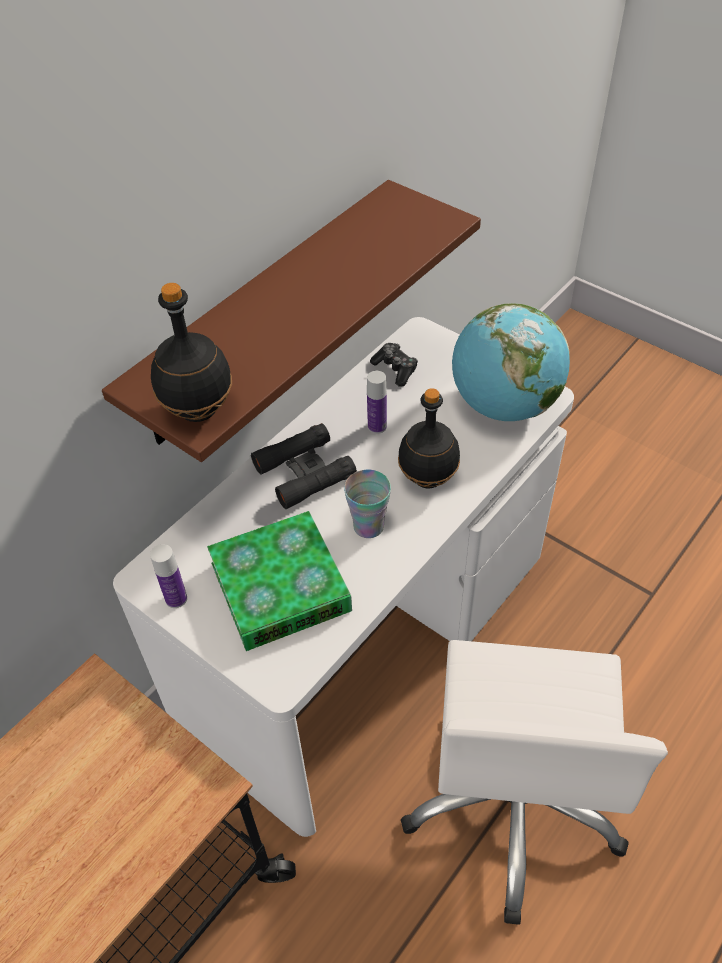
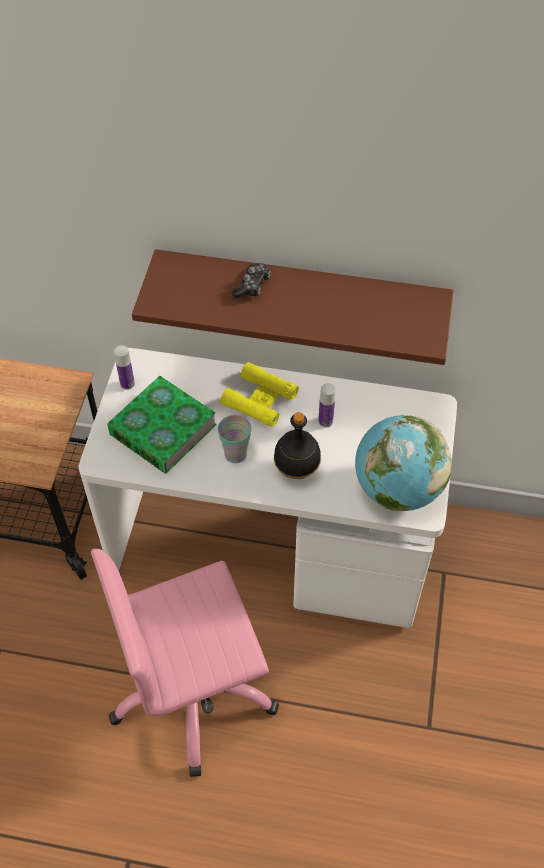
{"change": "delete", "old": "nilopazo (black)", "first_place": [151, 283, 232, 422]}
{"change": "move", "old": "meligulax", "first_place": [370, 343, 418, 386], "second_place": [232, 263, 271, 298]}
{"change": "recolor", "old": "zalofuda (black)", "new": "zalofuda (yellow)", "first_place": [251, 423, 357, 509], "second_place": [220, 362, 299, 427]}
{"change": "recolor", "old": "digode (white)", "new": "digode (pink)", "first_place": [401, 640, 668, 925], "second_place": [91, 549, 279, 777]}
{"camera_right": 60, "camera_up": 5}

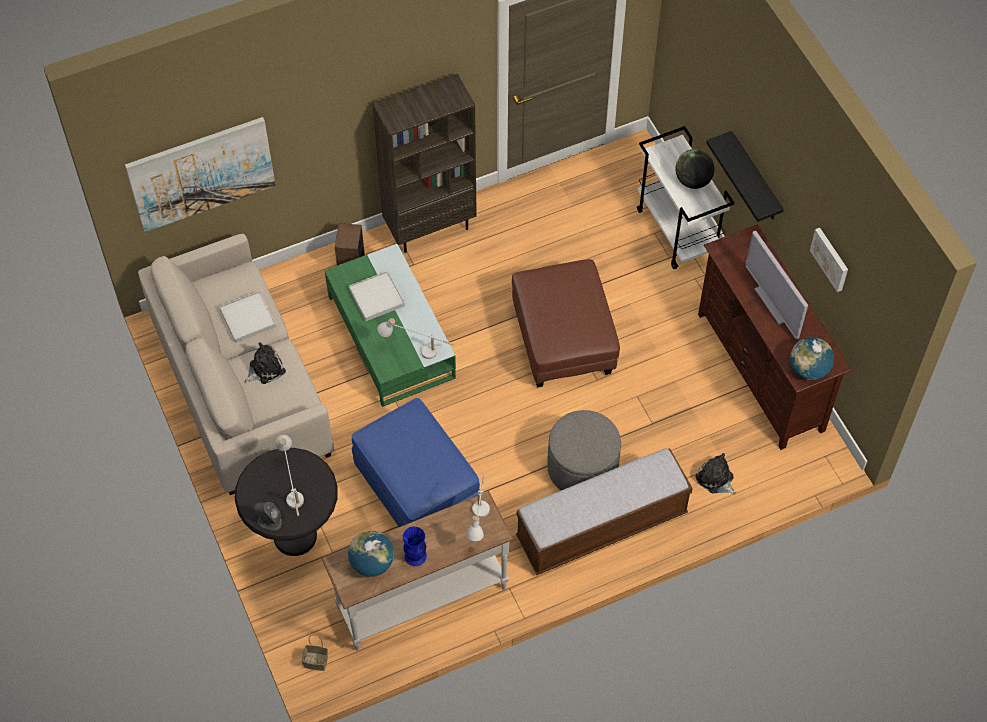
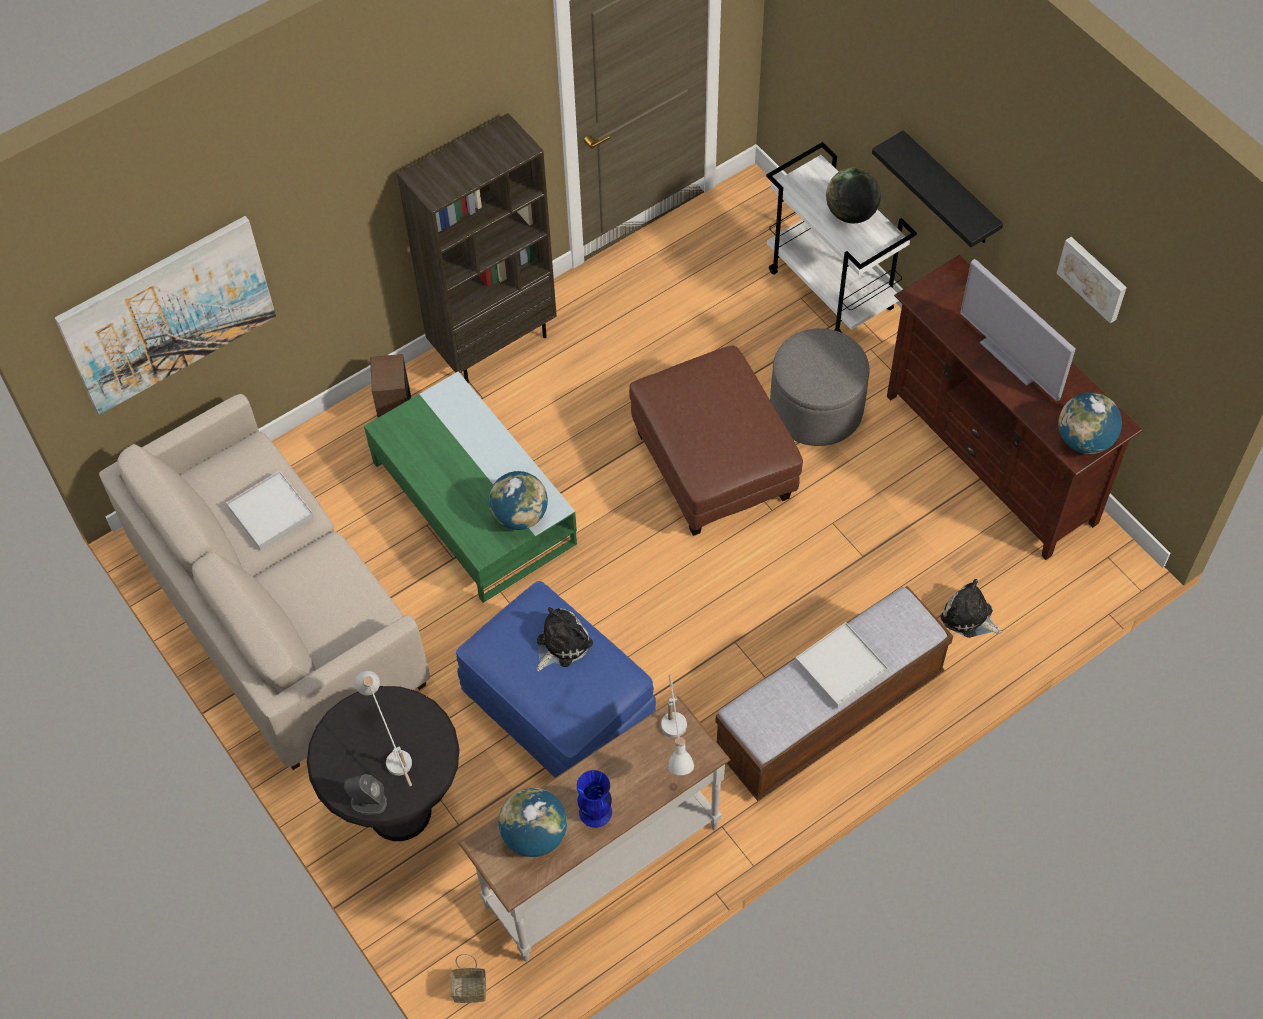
{"change": "move", "old": "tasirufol", "first_place": [245, 342, 286, 384], "second_place": [537, 607, 593, 671]}
{"change": "move", "old": "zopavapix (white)", "first_place": [349, 271, 405, 321], "second_place": [795, 622, 889, 709]}
{"change": "move", "old": "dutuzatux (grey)", "first_place": [547, 410, 621, 490], "second_place": [770, 328, 870, 446]}
{"change": "replace", "old": "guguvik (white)", "new": "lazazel", "first_place": [377, 318, 454, 359], "second_place": [489, 471, 548, 530]}
{"camera_right": -10, "camera_up": 0}

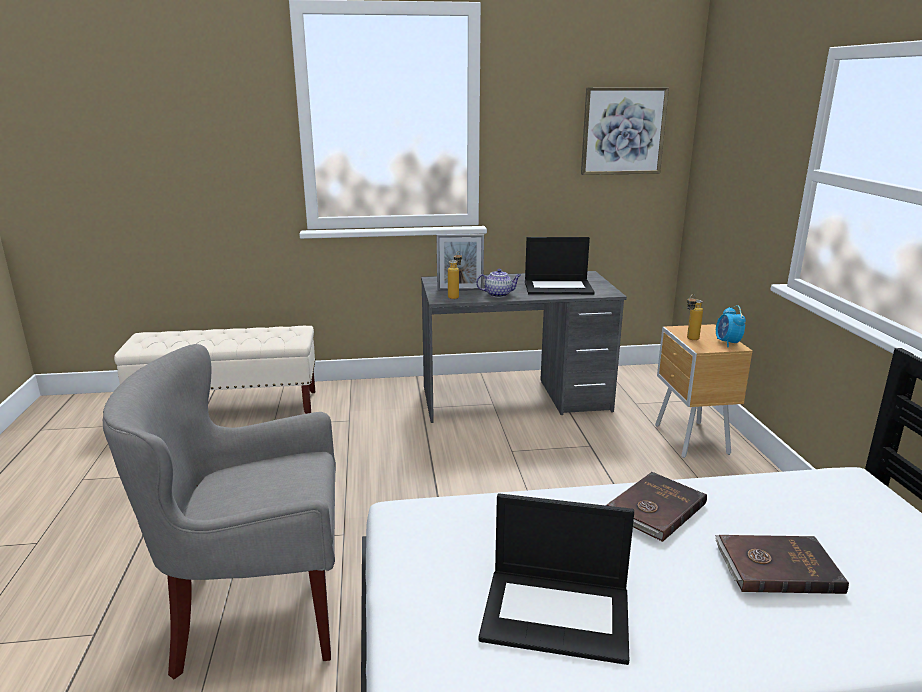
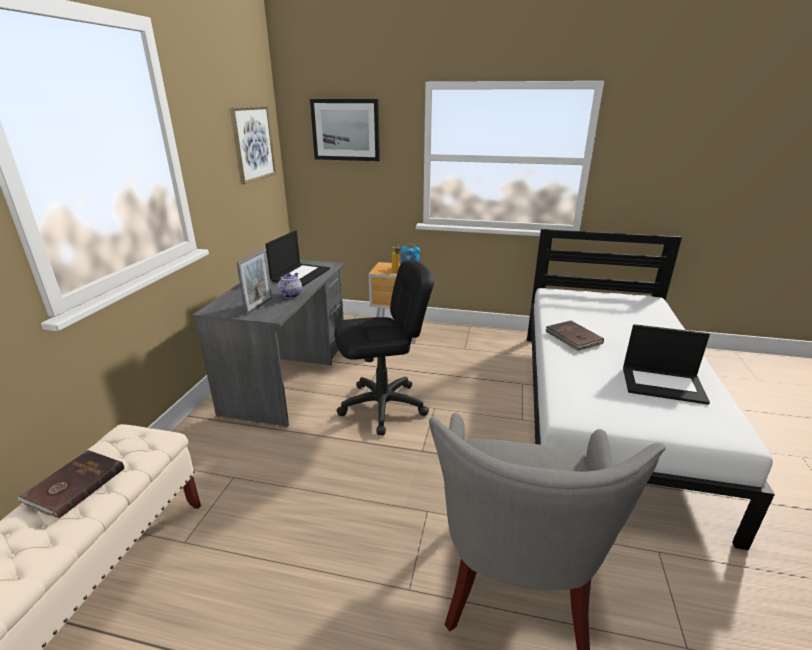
{"change": "delete", "old": "nilopazo", "first_place": [448, 251, 462, 299]}
{"change": "insert", "new": "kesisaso", "second_place": [310, 99, 380, 161]}
{"change": "insert", "new": "digode (black)", "second_place": [334, 260, 434, 435]}
{"change": "move", "old": "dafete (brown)", "first_place": [715, 535, 849, 594], "second_place": [17, 450, 124, 519]}
{"change": "rotate", "old": "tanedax", "first_place": [479, 493, 634, 665], "second_place": [623, 324, 710, 405], "degrees": 75}
{"camera_right": -70, "camera_up": 5}

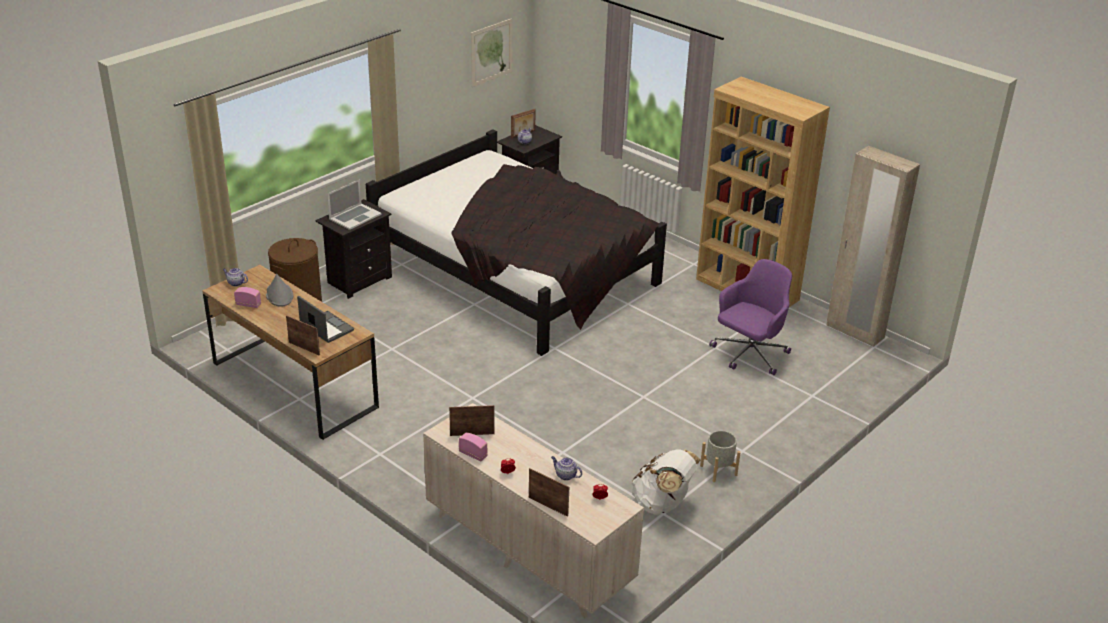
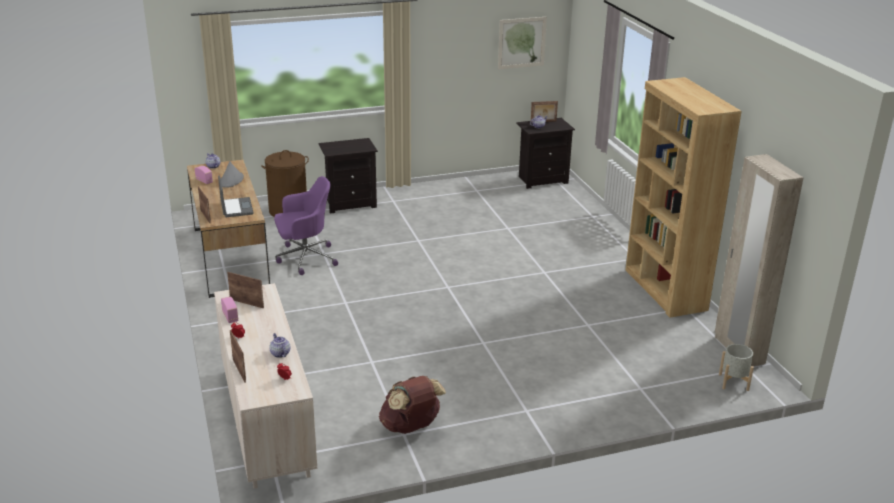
{"change": "delete", "old": "tanedax", "first_place": [327, 179, 382, 230]}
{"change": "delete", "old": "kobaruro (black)", "first_place": [366, 129, 667, 356]}
{"change": "move", "old": "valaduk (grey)", "first_place": [700, 430, 741, 482], "second_place": [719, 344, 754, 391]}
{"change": "move", "old": "digode (purple)", "first_place": [709, 259, 792, 375], "second_place": [274, 176, 338, 275]}
{"change": "recolor", "old": "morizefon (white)", "new": "morizefon (brown)", "first_place": [631, 449, 700, 515], "second_place": [379, 376, 446, 434]}
{"camera_right": 30, "camera_up": -5}

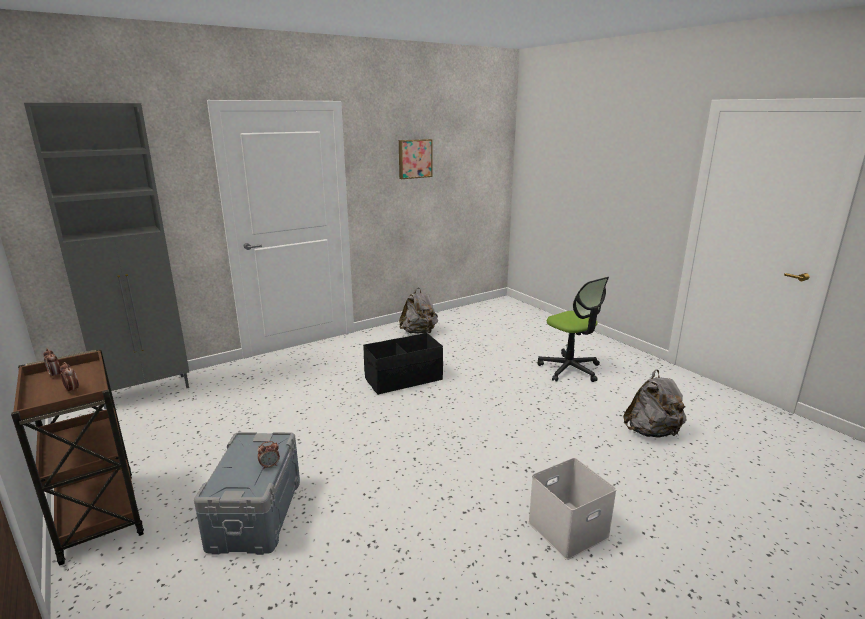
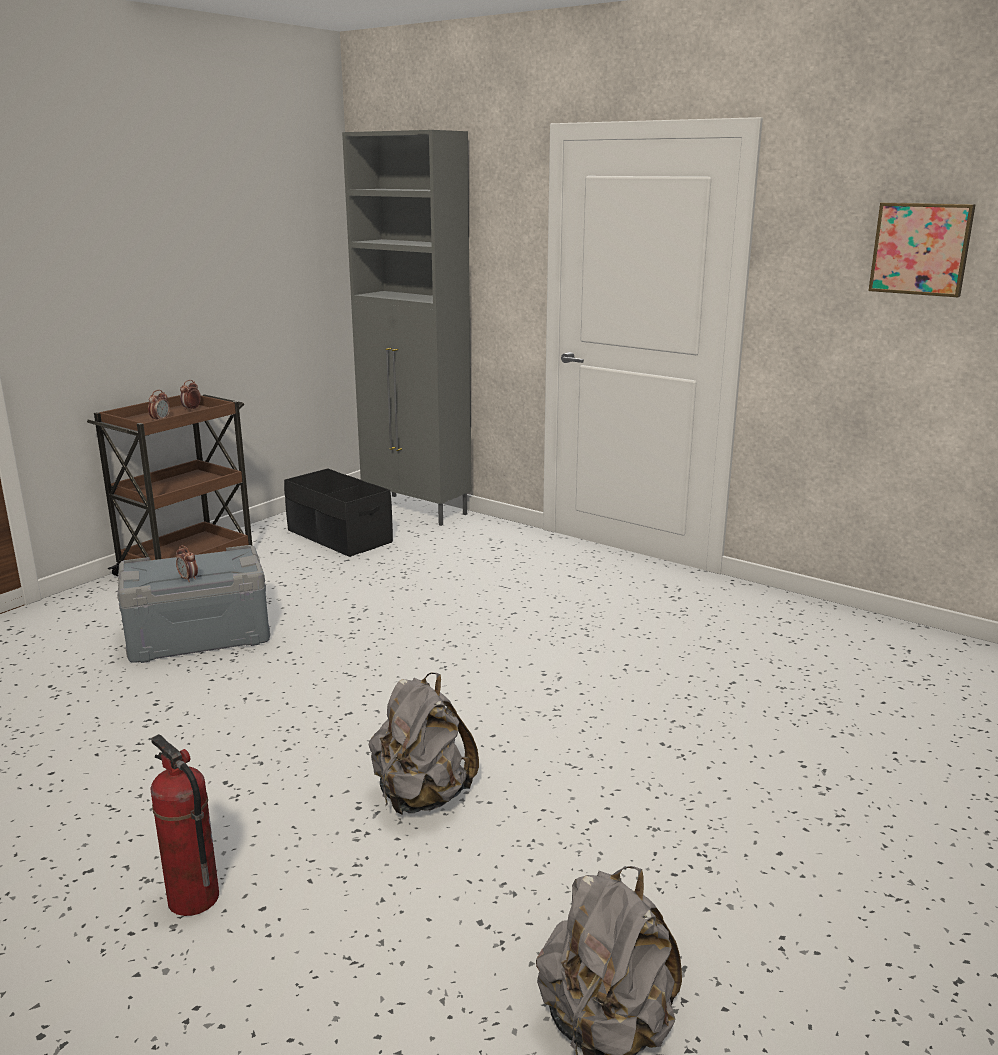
{"change": "delete", "old": "digode", "first_place": [537, 277, 609, 382]}
{"change": "move", "old": "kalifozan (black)", "first_place": [364, 333, 443, 395], "second_place": [284, 468, 393, 557]}
{"change": "move", "old": "morizefon (grey)", "first_place": [399, 288, 438, 334], "second_place": [369, 673, 479, 815]}
{"change": "replace", "old": "kalifozan (white)", "new": "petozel", "first_place": [528, 458, 617, 560], "second_place": [150, 734, 219, 916]}
{"camera_right": 70, "camera_up": 0}

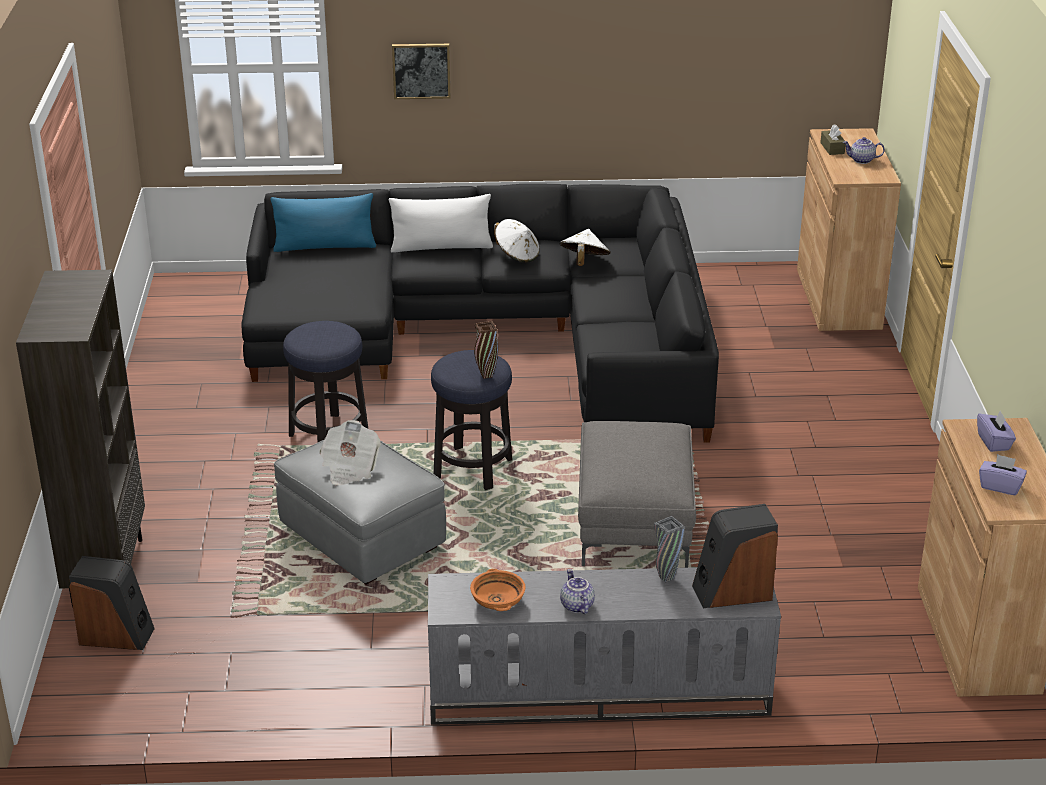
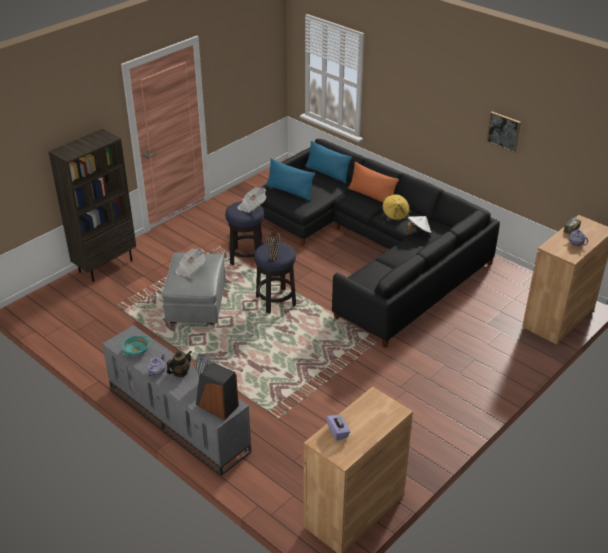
{"change": "delete", "old": "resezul", "first_place": [69, 556, 155, 650]}
{"change": "delete", "old": "dutuzatux (grey)", "first_place": [578, 421, 696, 568]}
{"change": "delete", "old": "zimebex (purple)", "first_place": [977, 410, 1016, 452]}
{"change": "insert", "new": "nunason", "second_place": [167, 350, 192, 377]}
{"change": "insert", "new": "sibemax", "second_place": [237, 187, 266, 213]}
{"change": "insert", "new": "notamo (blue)", "second_place": [266, 158, 315, 201]}
{"change": "move", "old": "kesisaso", "first_place": [392, 44, 450, 99], "second_place": [487, 112, 521, 153]}
{"change": "recolor", "old": "notamo (white)", "new": "notamo (orange)", "first_place": [389, 194, 493, 252], "second_place": [348, 162, 399, 203]}
{"change": "recolor", "old": "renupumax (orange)", "new": "renupumax (turquoise)", "first_place": [470, 569, 526, 611], "second_place": [122, 336, 149, 356]}
{"change": "recolor", "old": "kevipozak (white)", "new": "kevipozak (yellow)", "first_place": [494, 219, 540, 263], "second_place": [382, 194, 410, 221]}
{"camera_right": 45, "camera_up": 5}

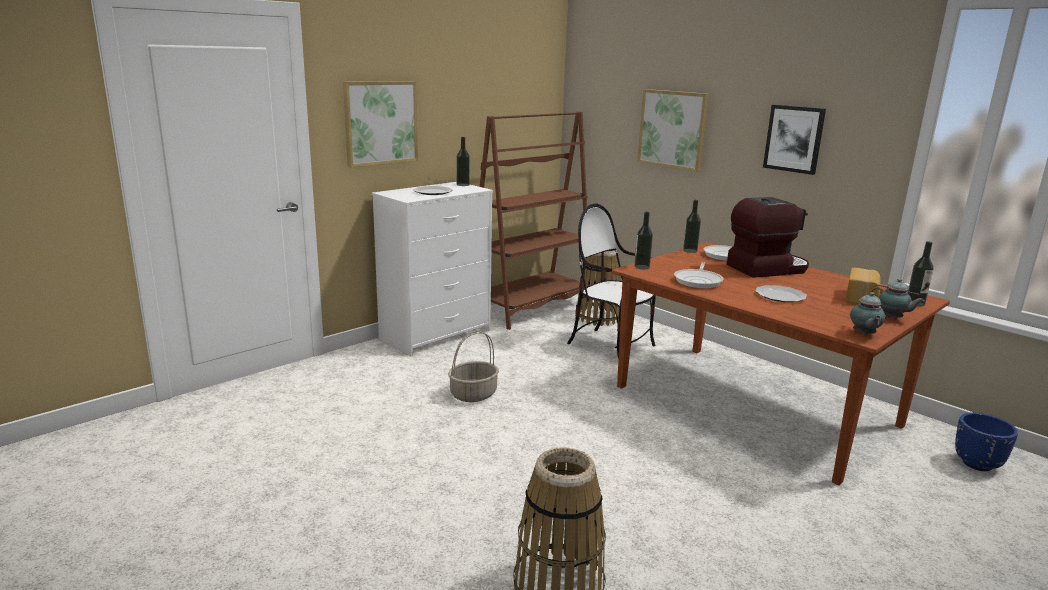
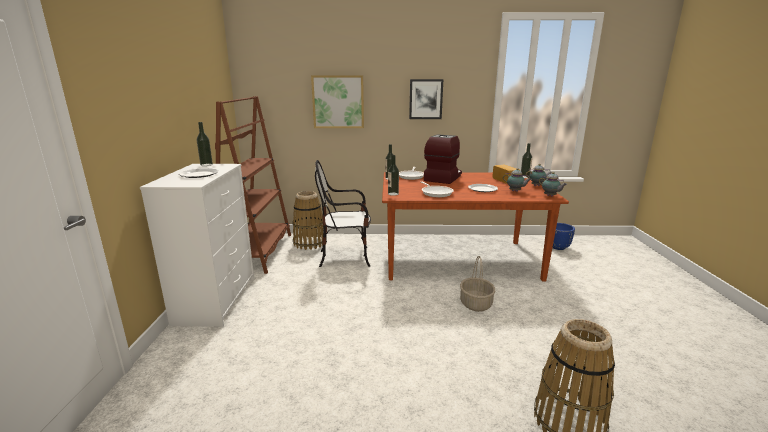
{"change": "delete", "old": "kesisaso", "first_place": [343, 81, 418, 167]}
{"change": "insert", "new": "nunason", "second_place": [503, 168, 532, 192]}
{"change": "move", "old": "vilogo", "first_place": [448, 331, 499, 402], "second_place": [460, 256, 495, 312]}
{"camera_right": -45, "camera_up": 0}

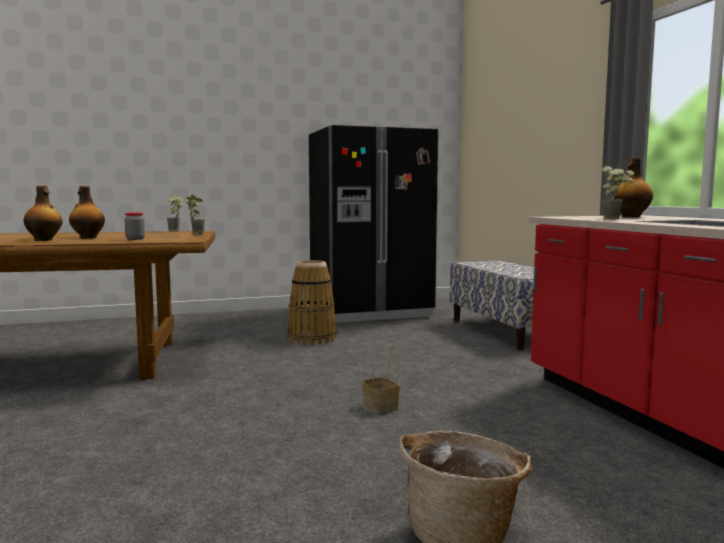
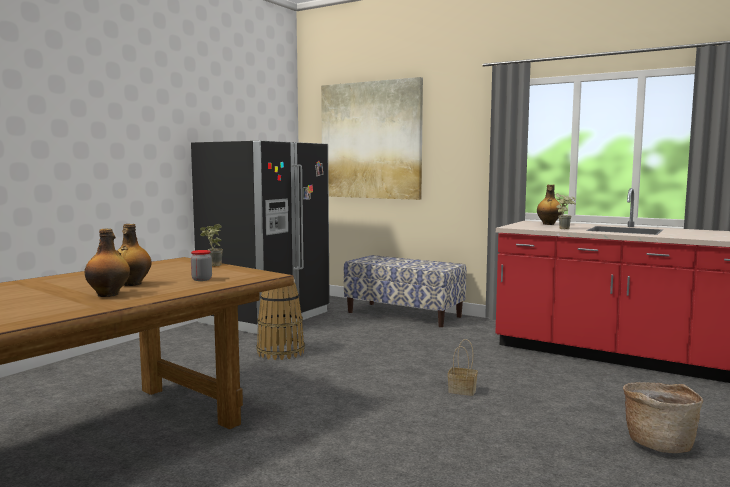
{"change": "delete", "old": "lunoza", "first_place": [167, 194, 184, 232]}
{"change": "insert", "new": "kesisaso", "second_place": [321, 77, 423, 200]}
{"camera_right": -40, "camera_up": 0}

